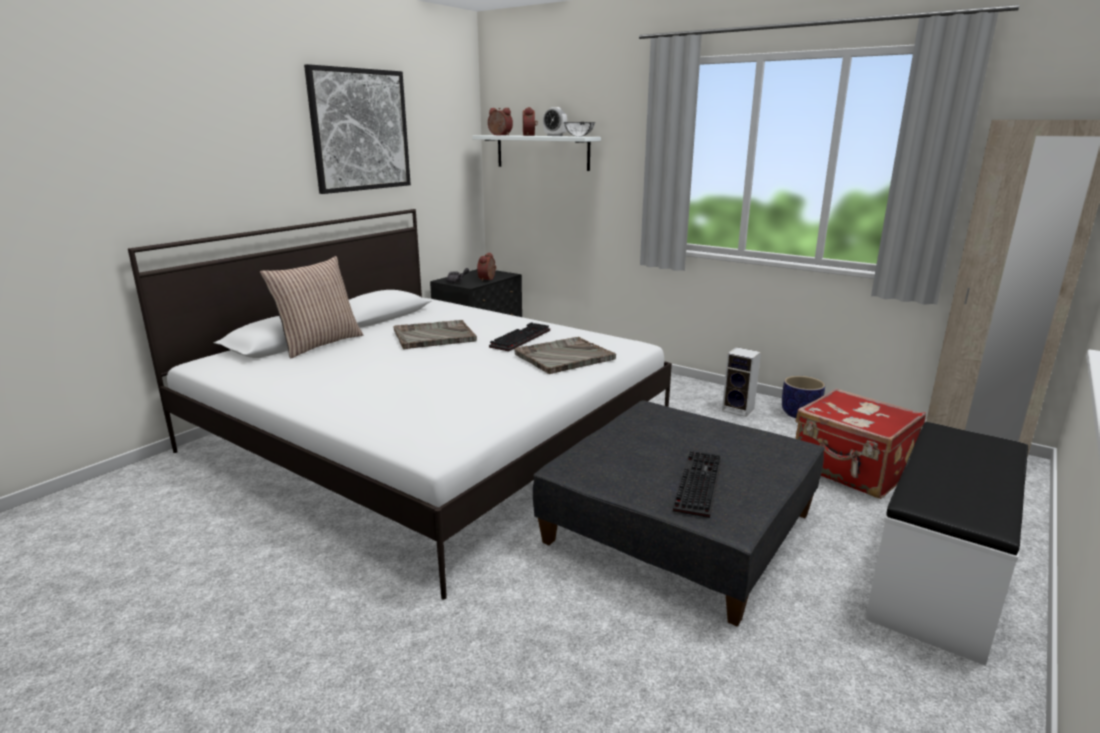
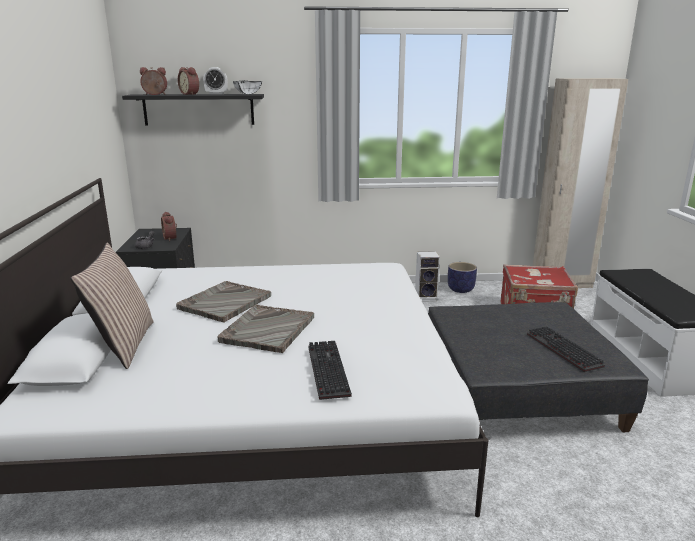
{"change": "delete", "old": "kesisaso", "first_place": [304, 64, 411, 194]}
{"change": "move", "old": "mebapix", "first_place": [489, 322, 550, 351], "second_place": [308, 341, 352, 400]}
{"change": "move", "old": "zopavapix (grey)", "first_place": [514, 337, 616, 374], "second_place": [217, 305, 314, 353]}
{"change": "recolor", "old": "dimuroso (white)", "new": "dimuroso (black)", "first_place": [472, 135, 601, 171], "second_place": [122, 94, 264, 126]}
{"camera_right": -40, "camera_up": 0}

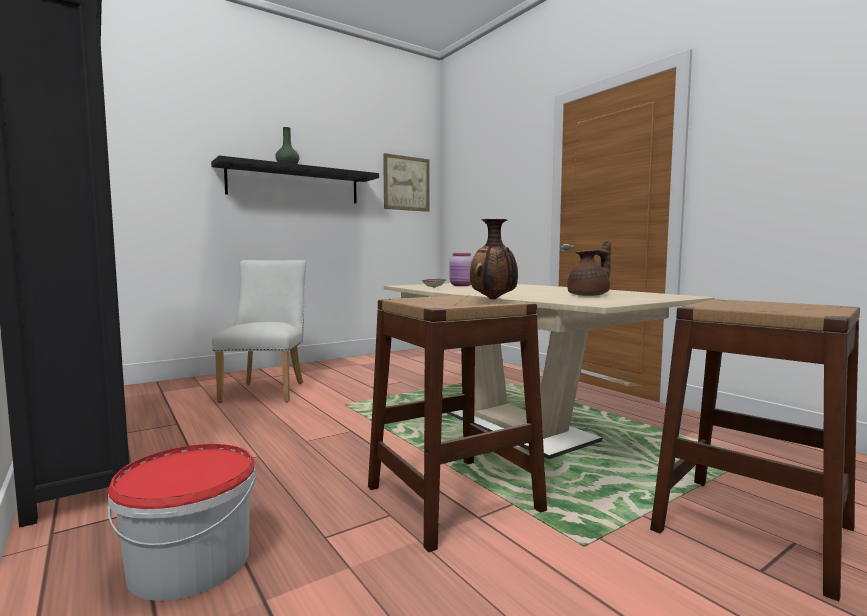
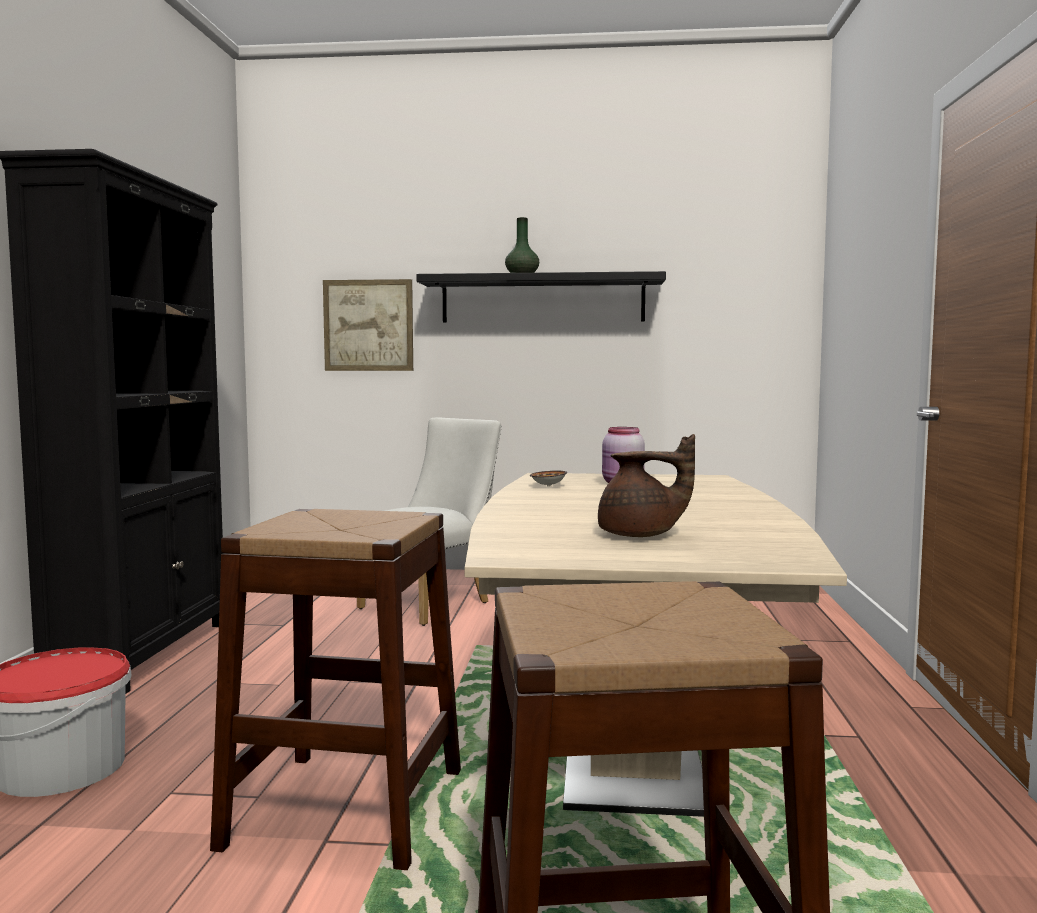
{"change": "delete", "old": "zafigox", "first_place": [470, 219, 518, 300]}
{"change": "move", "old": "kesisaso", "first_place": [383, 153, 430, 212], "second_place": [323, 279, 413, 371]}
{"camera_right": 40, "camera_up": 0}

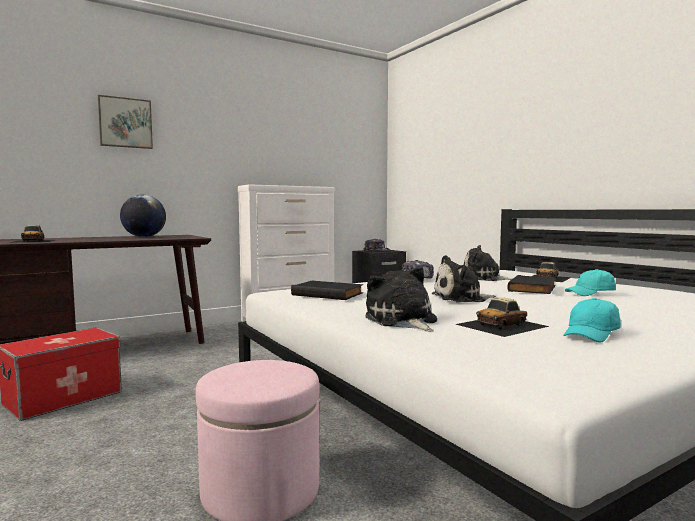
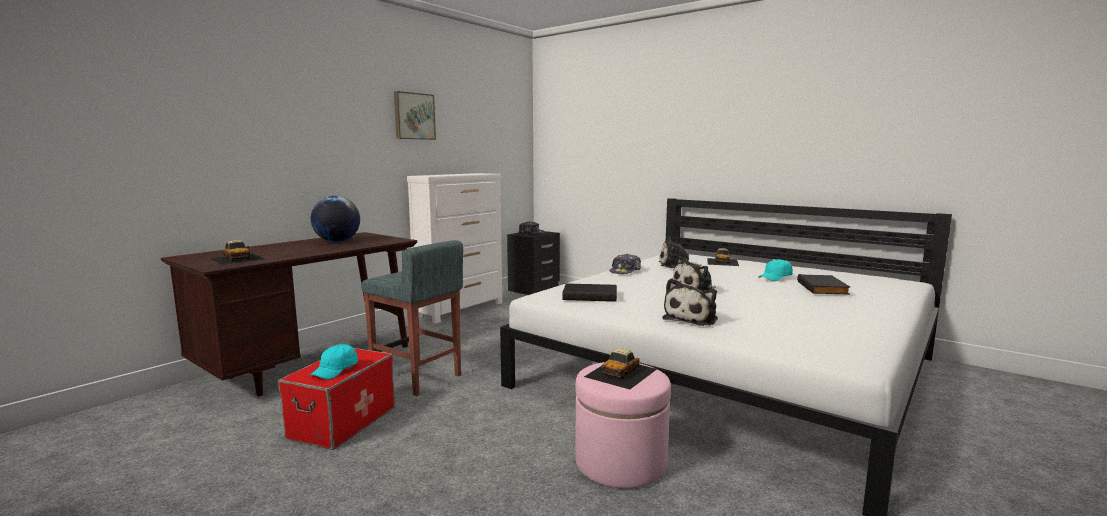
{"change": "insert", "new": "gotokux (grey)", "second_place": [361, 240, 463, 396]}
{"change": "move", "old": "kesisaso", "first_place": [98, 95, 153, 149], "second_place": [394, 91, 436, 140]}
{"change": "move", "old": "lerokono", "first_place": [456, 297, 549, 337], "second_place": [584, 348, 657, 389]}
{"change": "move", "old": "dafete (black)", "first_place": [507, 275, 556, 294], "second_place": [797, 274, 850, 295]}
{"change": "move", "old": "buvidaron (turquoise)", "first_place": [563, 298, 621, 343], "second_place": [310, 344, 358, 379]}
{"change": "rotate", "old": "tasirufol", "first_place": [366, 267, 437, 331], "second_place": [662, 278, 718, 326], "degrees": -105}
{"camera_right": -20, "camera_up": 5}

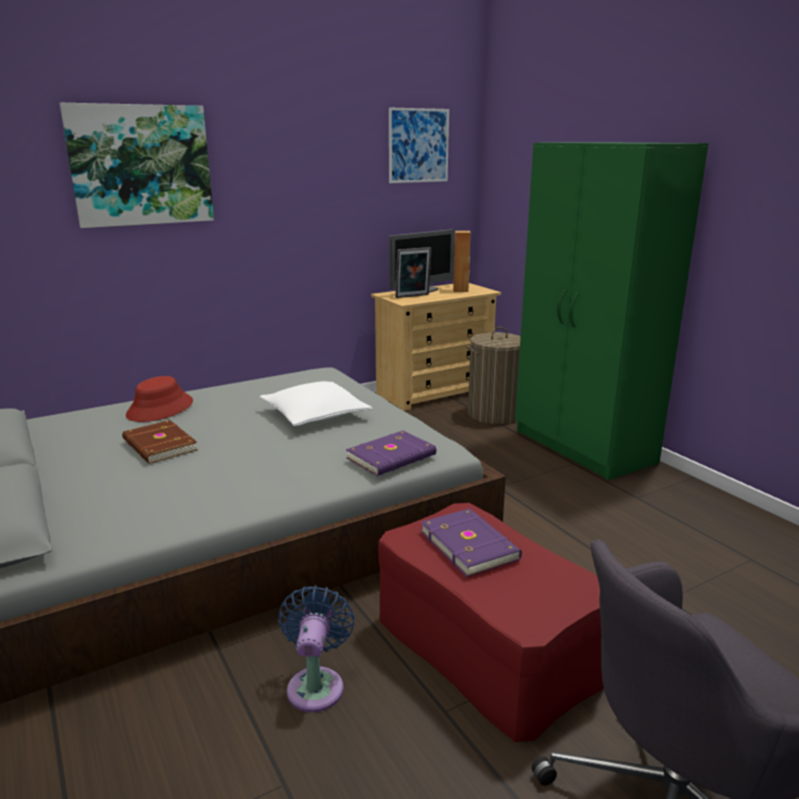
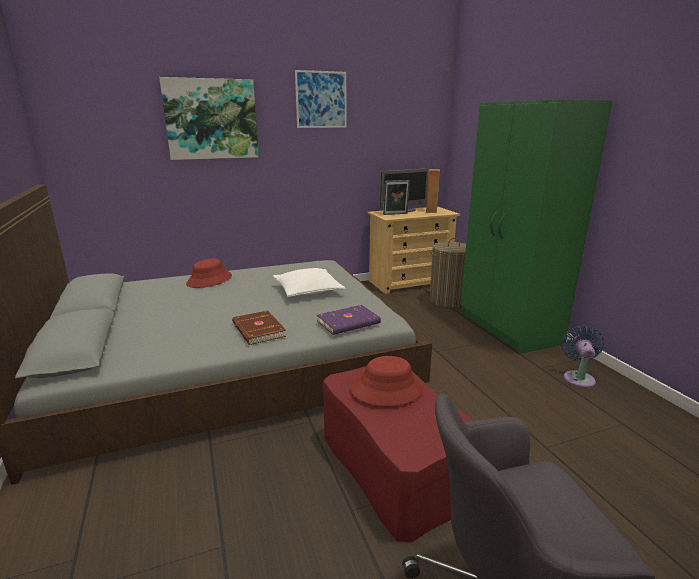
{"change": "move", "old": "dafete (brown)", "first_place": [122, 420, 197, 464], "second_place": [232, 310, 286, 345]}
{"change": "move", "old": "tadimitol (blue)", "first_place": [279, 585, 355, 712], "second_place": [561, 326, 604, 388]}
{"change": "move", "old": "kesisaso", "first_place": [389, 108, 449, 183], "second_place": [295, 70, 346, 128]}
{"change": "replace", "old": "dafete (purple)", "new": "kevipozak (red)", "first_place": [420, 508, 522, 577], "second_place": [351, 356, 423, 406]}
{"camera_right": 10, "camera_up": 0}

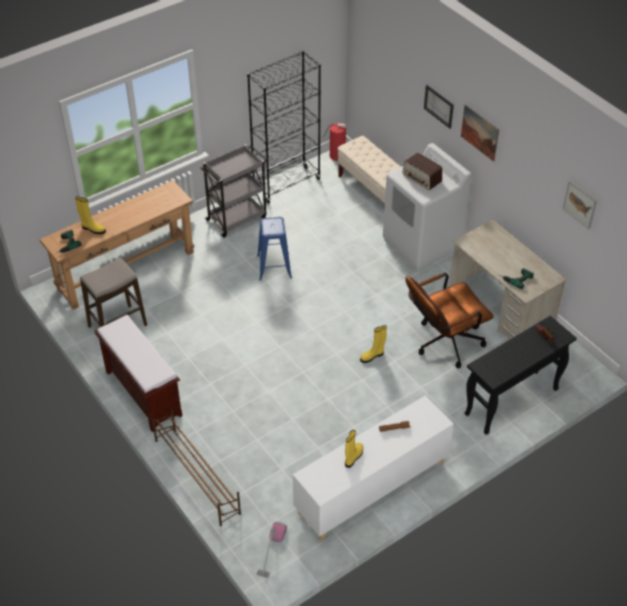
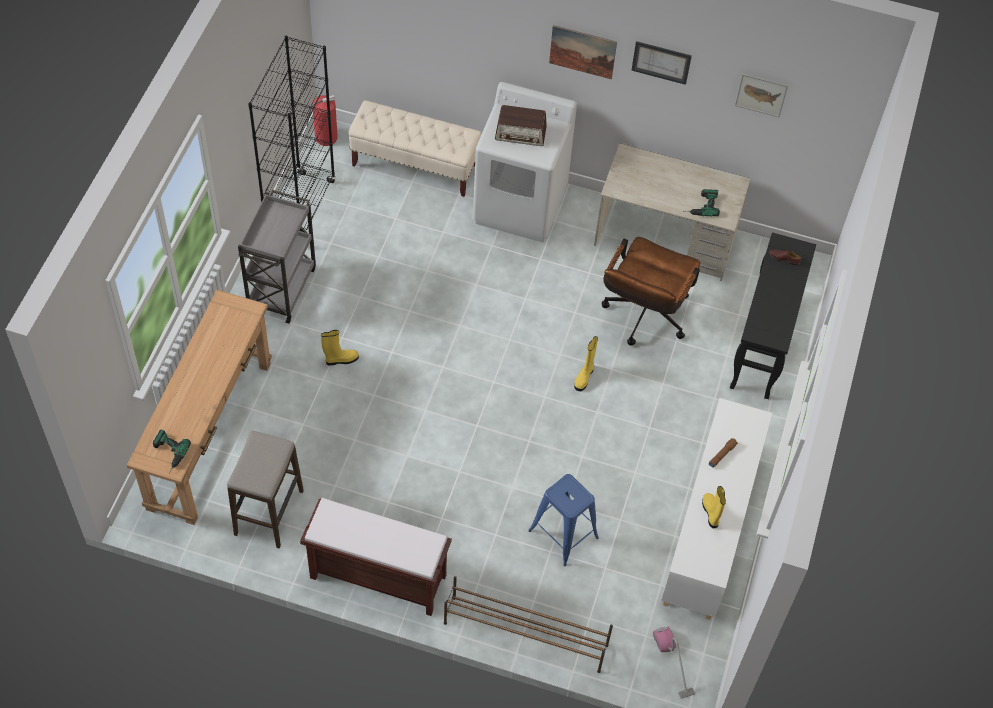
{"change": "move", "old": "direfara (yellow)", "first_place": [75, 196, 106, 234], "second_place": [321, 330, 359, 366]}
{"change": "move", "old": "gotokux (blue)", "first_place": [257, 217, 292, 281], "second_place": [528, 474, 599, 566]}
{"change": "move", "old": "kesisaso", "first_place": [424, 85, 454, 129], "second_place": [631, 41, 692, 85]}
{"camera_right": -40, "camera_up": 10}

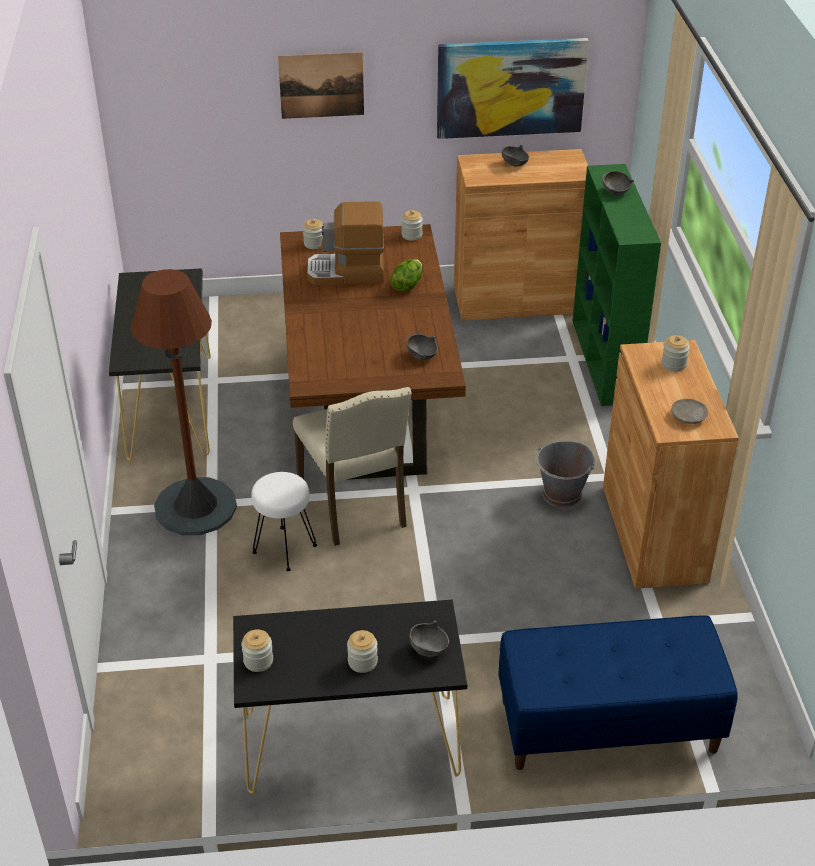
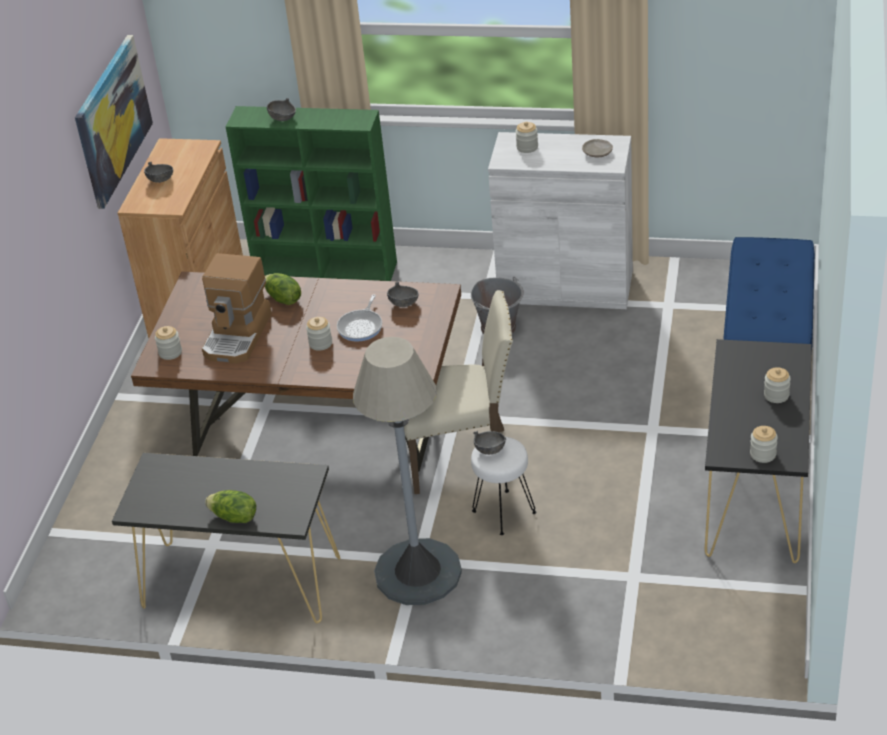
{"change": "delete", "old": "kesisaso", "first_place": [278, 52, 364, 119]}
{"change": "insert", "new": "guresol", "second_place": [205, 490, 256, 523]}
{"change": "insert", "new": "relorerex", "second_place": [337, 294, 382, 342]}
{"change": "move", "old": "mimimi", "first_place": [401, 210, 423, 241], "second_place": [306, 317, 332, 351]}
{"change": "move", "old": "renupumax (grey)", "first_place": [409, 620, 449, 657], "second_place": [474, 431, 506, 455]}
{"change": "recolor", "old": "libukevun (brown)", "new": "libukevun (grey)", "first_place": [131, 269, 237, 535], "second_place": [353, 337, 462, 605]}
{"change": "recolor", "old": "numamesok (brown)", "new": "numamesok (white)", "first_place": [603, 340, 739, 589], "second_place": [488, 132, 633, 309]}
{"camera_right": -70, "camera_up": 0}

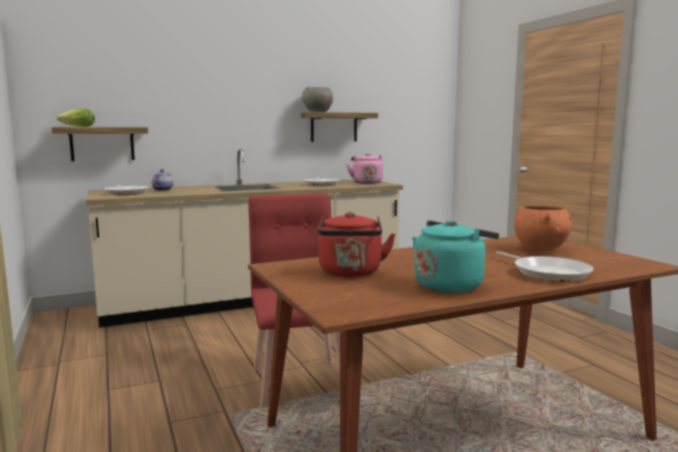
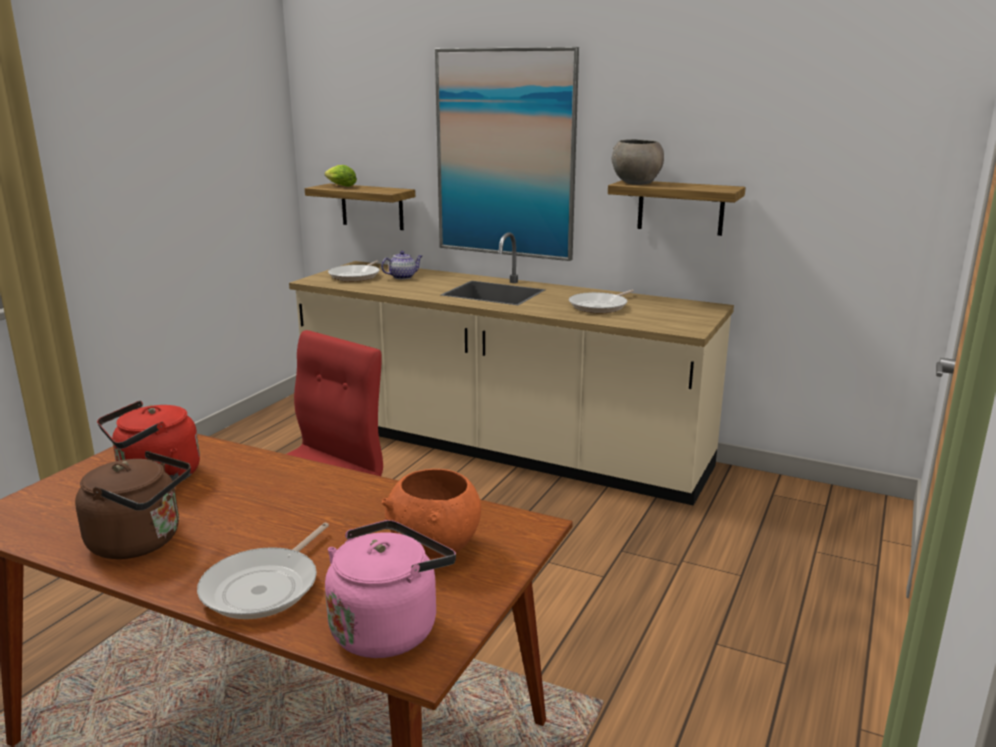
{"change": "insert", "new": "kesisaso", "second_place": [435, 47, 579, 261]}
{"change": "move", "old": "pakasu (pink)", "first_place": [346, 153, 383, 184], "second_place": [325, 520, 456, 658]}
{"change": "recolor", "old": "pakasu (turquoise)", "new": "pakasu (brown)", "first_place": [412, 220, 499, 293], "second_place": [75, 451, 191, 559]}
{"camera_right": 50, "camera_up": 10}

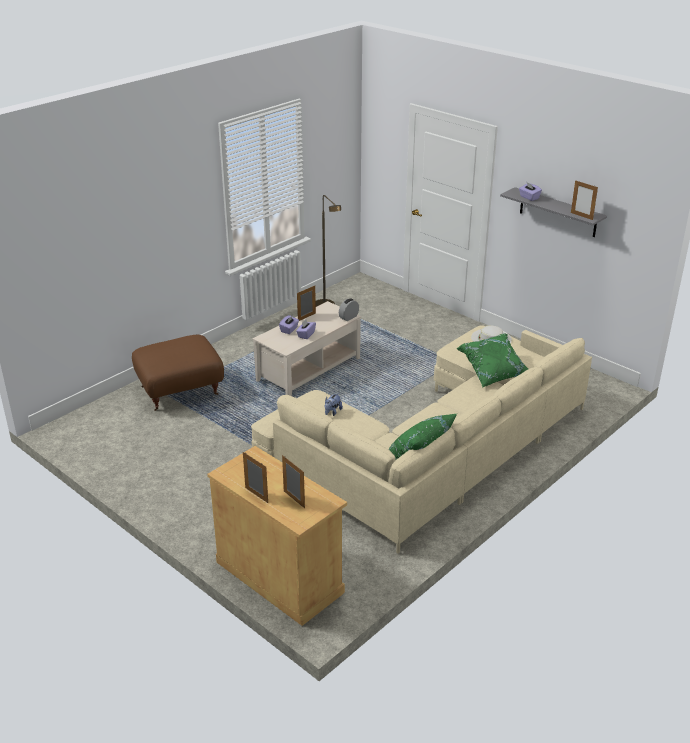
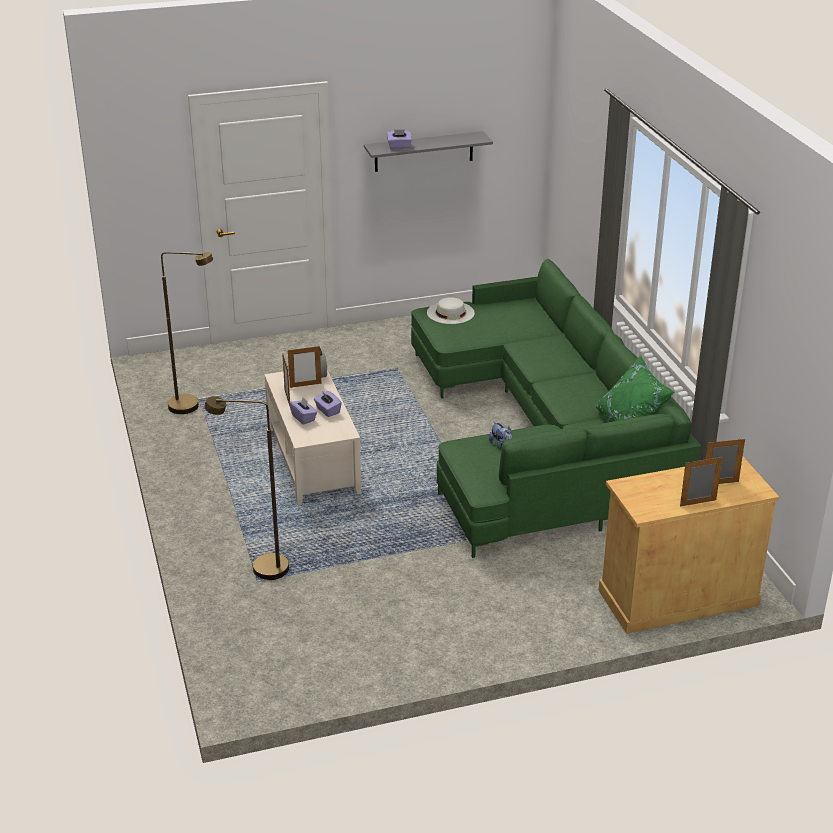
{"change": "delete", "old": "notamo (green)", "first_place": [457, 333, 528, 388]}
{"change": "move", "old": "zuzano", "first_place": [571, 180, 598, 220], "second_place": [288, 345, 322, 388]}
{"change": "replace", "old": "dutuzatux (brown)", "new": "libukevun (brown)", "first_place": [132, 335, 224, 411], "second_place": [205, 396, 289, 580]}
{"change": "recolor", "old": "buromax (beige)", "new": "buromax (green)", "first_place": [251, 325, 592, 554], "second_place": [411, 258, 701, 558]}
{"camera_right": -60, "camera_up": 0}

